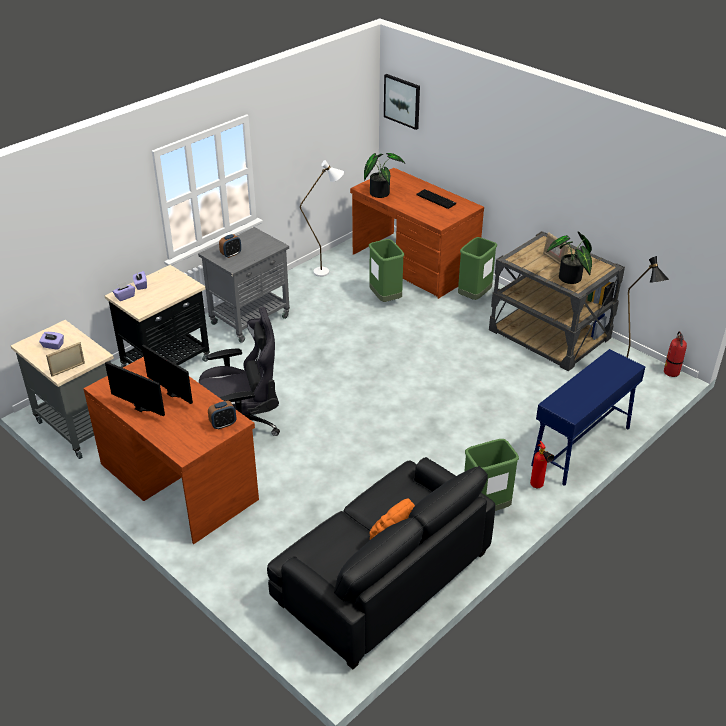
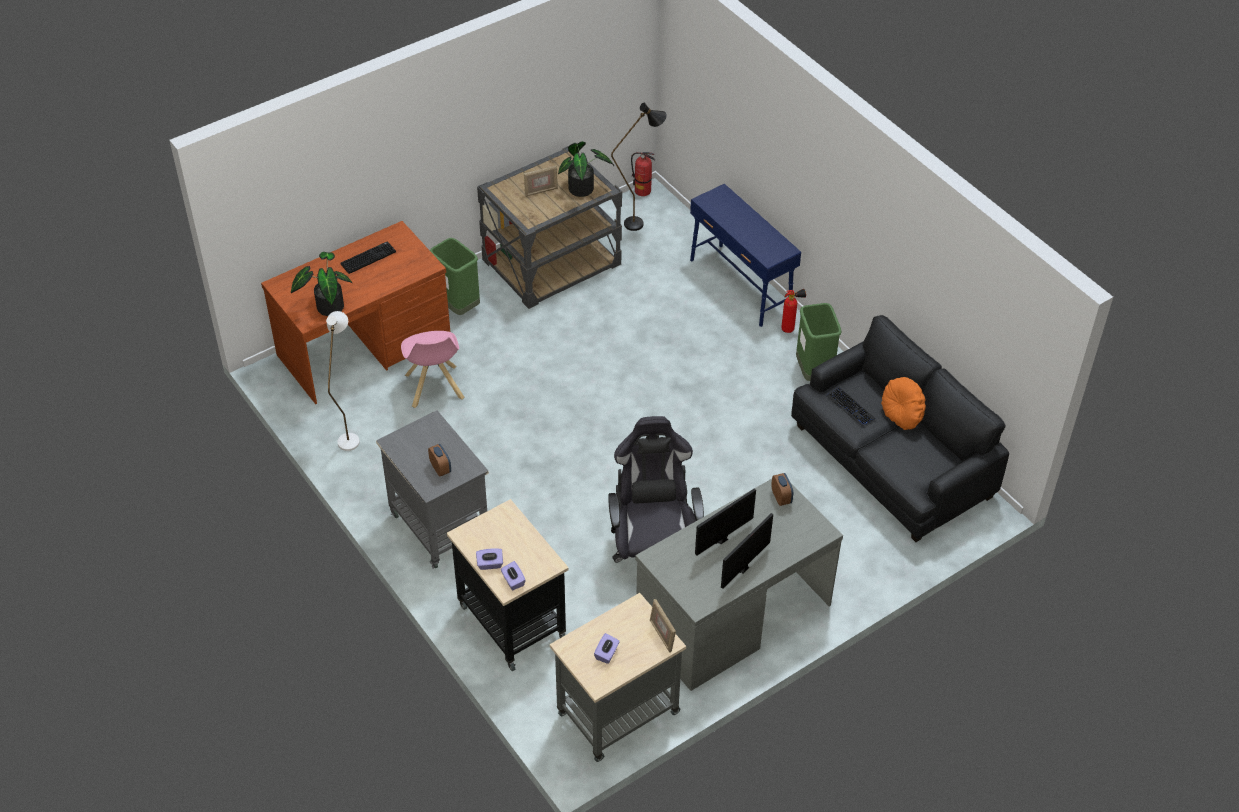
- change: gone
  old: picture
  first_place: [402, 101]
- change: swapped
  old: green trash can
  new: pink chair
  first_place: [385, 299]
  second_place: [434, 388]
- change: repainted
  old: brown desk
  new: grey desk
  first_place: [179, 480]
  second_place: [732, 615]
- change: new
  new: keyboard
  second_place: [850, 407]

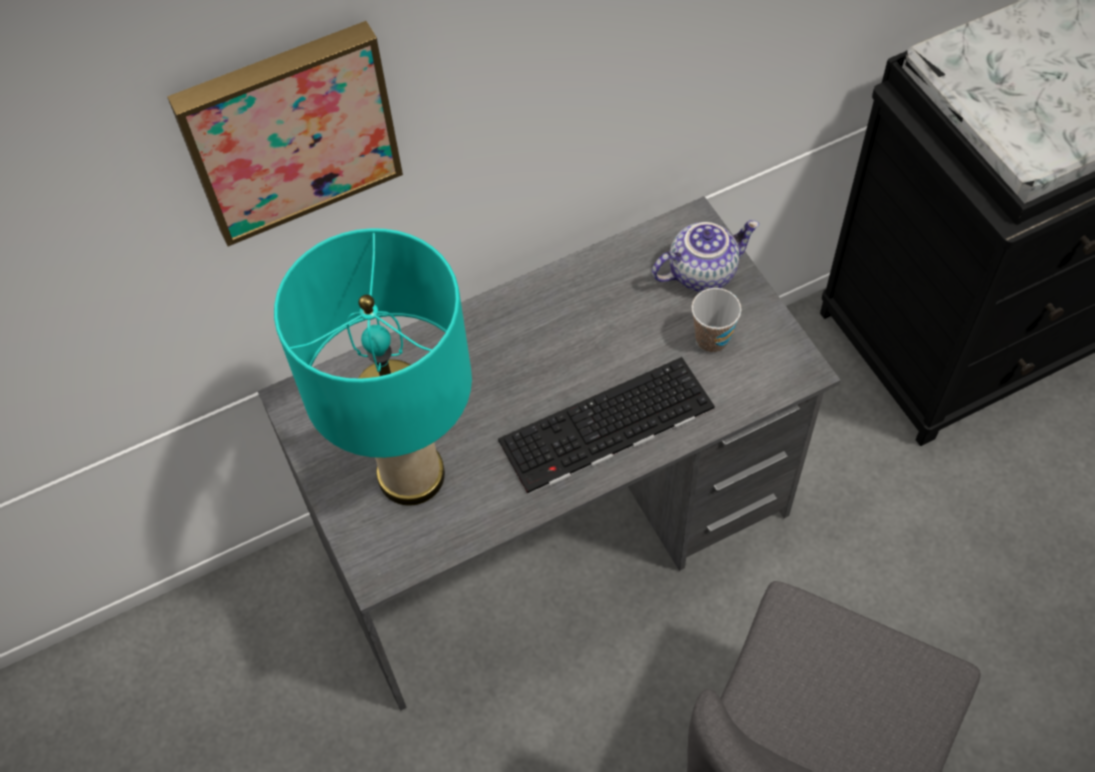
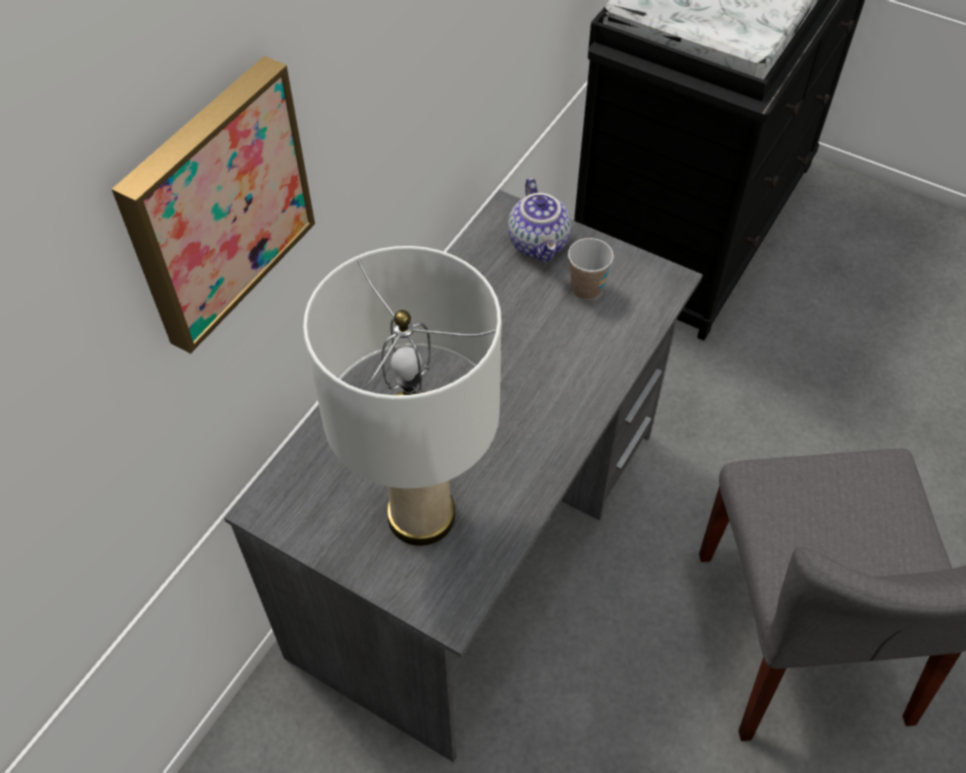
- change: rotated
  old: teapot
  first_place: [702, 271]
  second_place: [540, 243]
  degrees: 135
- change: repainted
  old: turquoise table lamp
  new: white table lamp
  first_place: [412, 474]
  second_place: [421, 514]
- change: gone
  old: keyboard
  first_place: [606, 428]

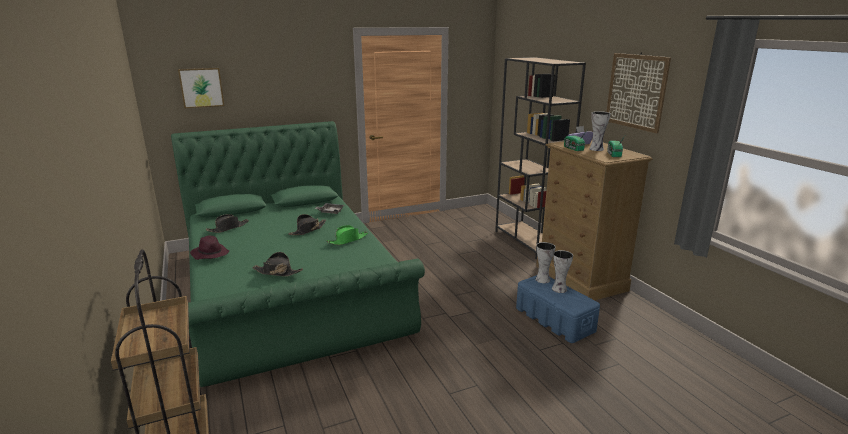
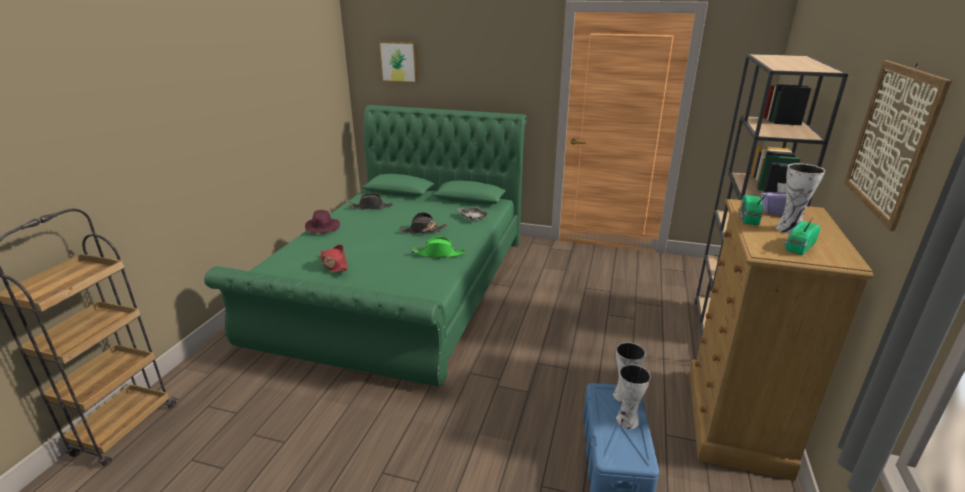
- change: repainted
  old: black hat
  new: red hat
  first_place: [277, 272]
  second_place: [334, 264]

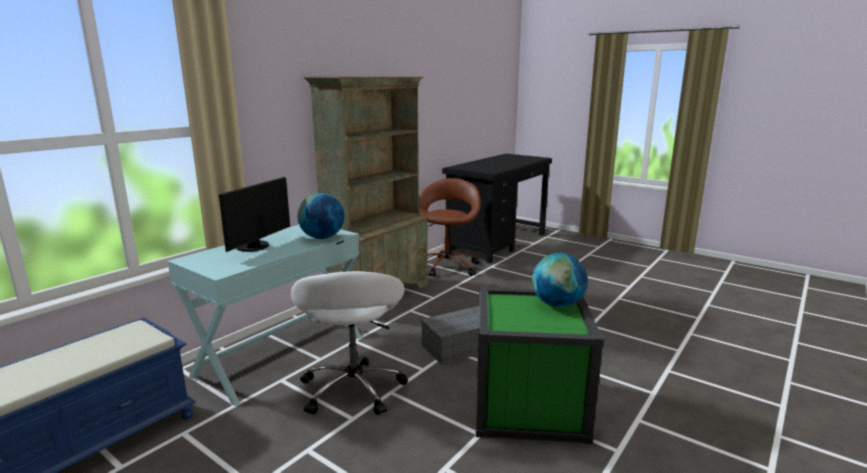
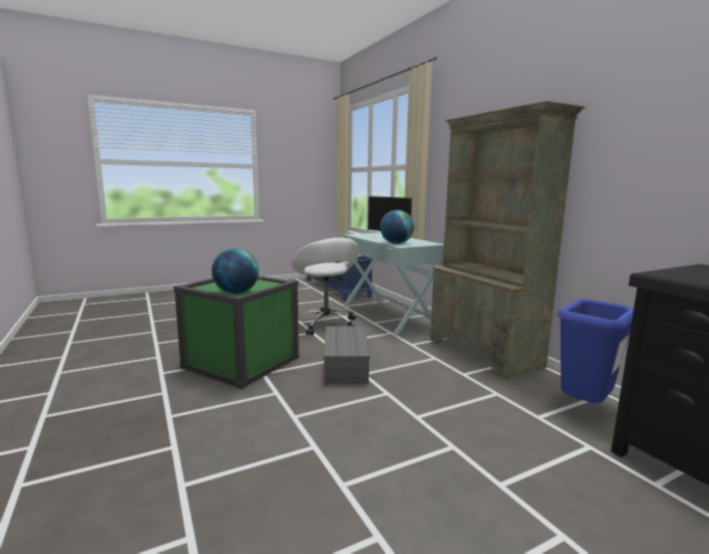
- change: swapped
  old: brown office chair
  new: blue trash can
  first_place: [448, 266]
  second_place: [584, 407]
- change: rotated
  old: white office chair
  first_place: [353, 391]
  second_place: [326, 325]
  degrees: -135

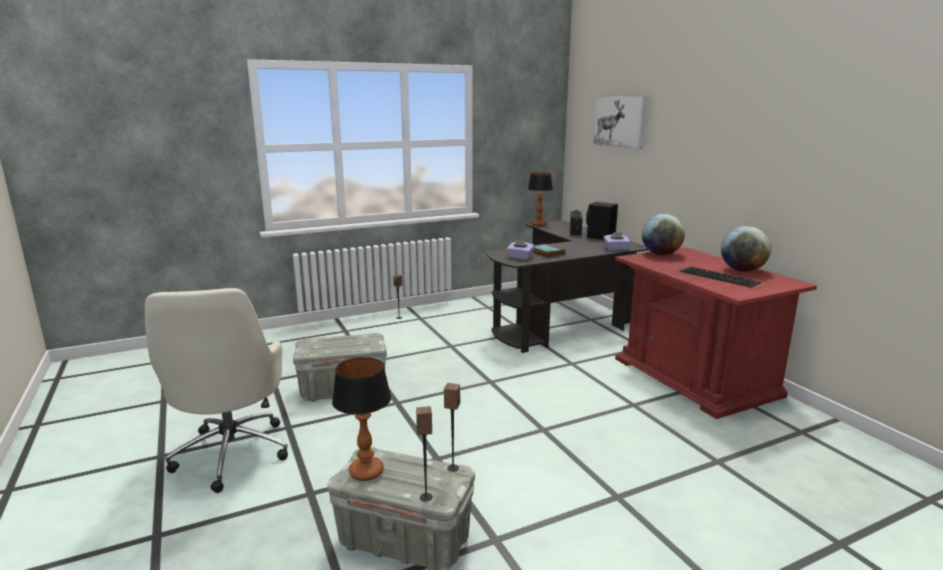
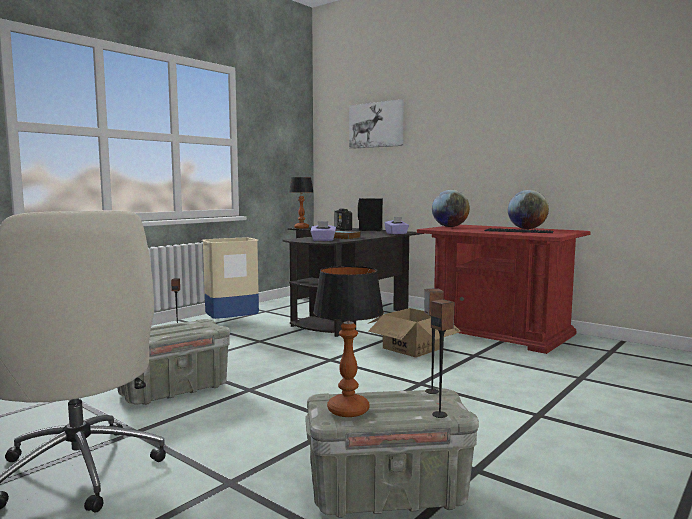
- change: new
  new: beige trash can
  second_place: [232, 324]
- change: new
  new: cardboard box
  second_place: [412, 348]

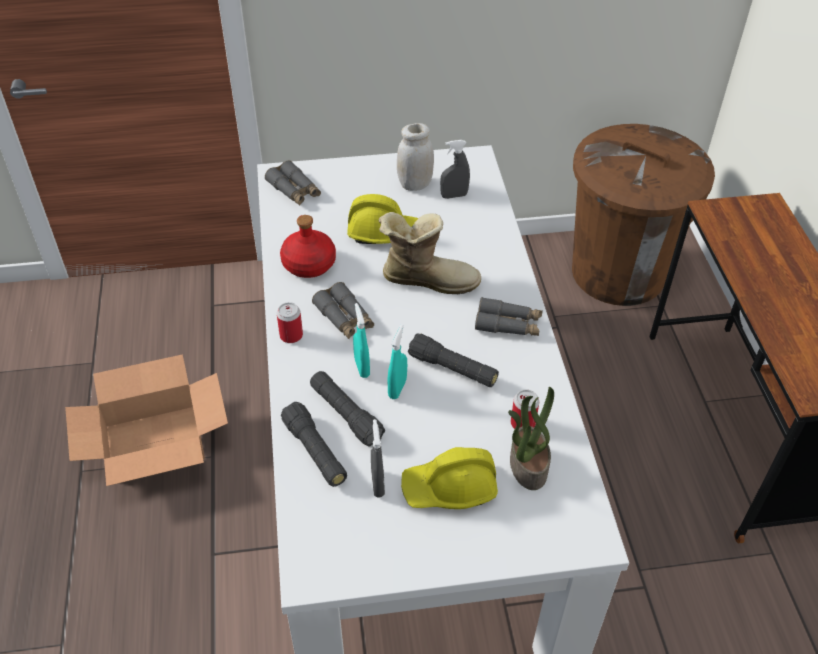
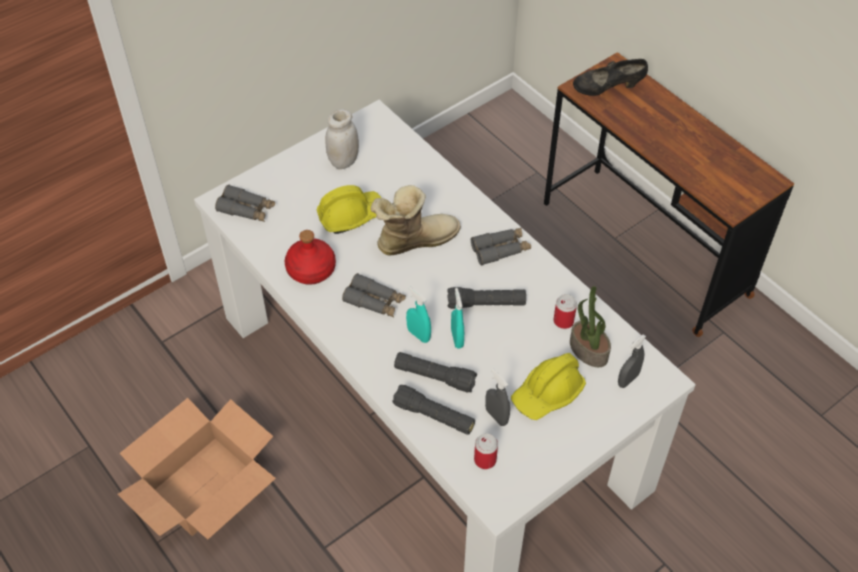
- change: gone
  old: brown trash can
  first_place: [618, 272]
- change: shifted
  old: grey spray bottle
  first_place: [454, 195]
  second_place: [628, 379]
- change: shifted
  old: can
  first_place: [291, 335]
  second_place: [485, 460]
- change: new
  new: black shoe
  second_place: [607, 89]

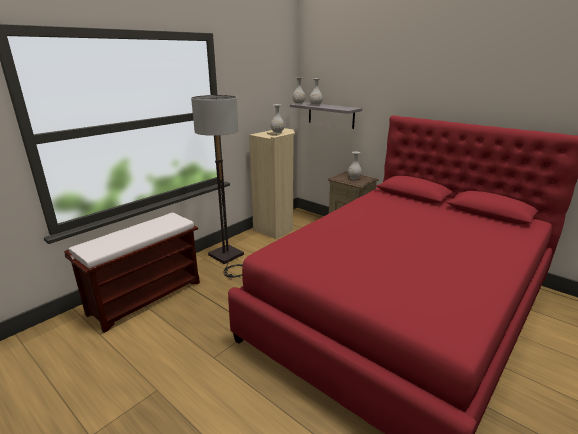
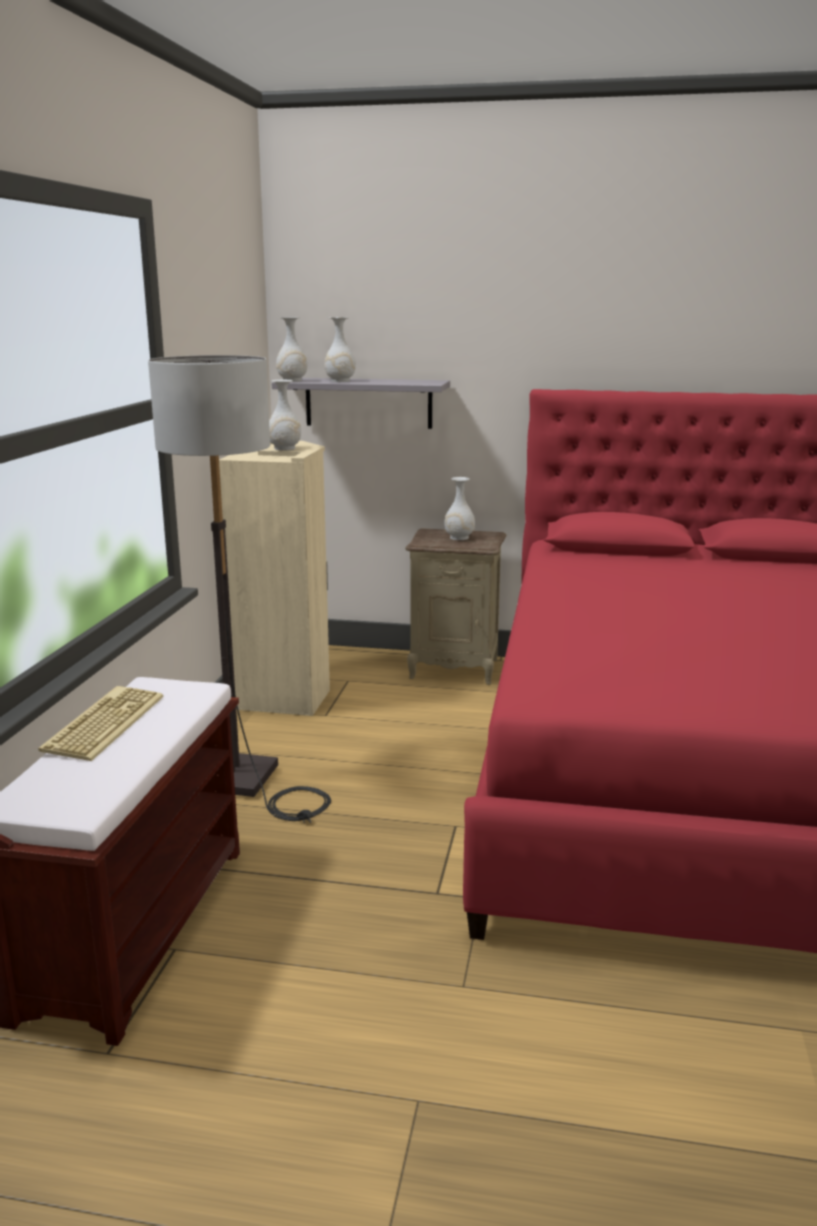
- change: new
  new: keyboard
  second_place: [103, 723]

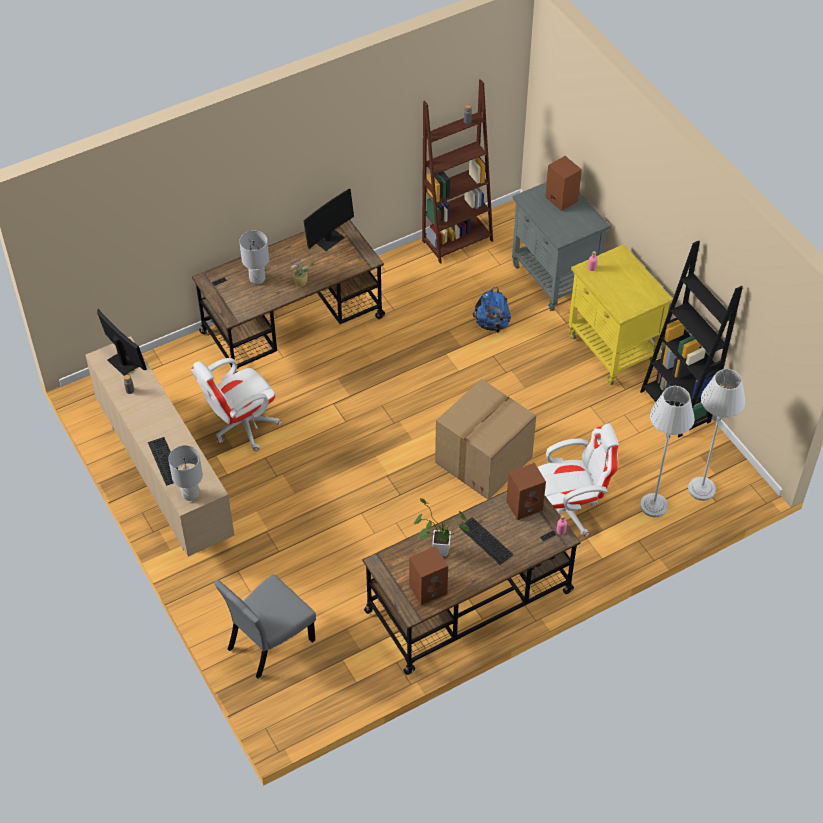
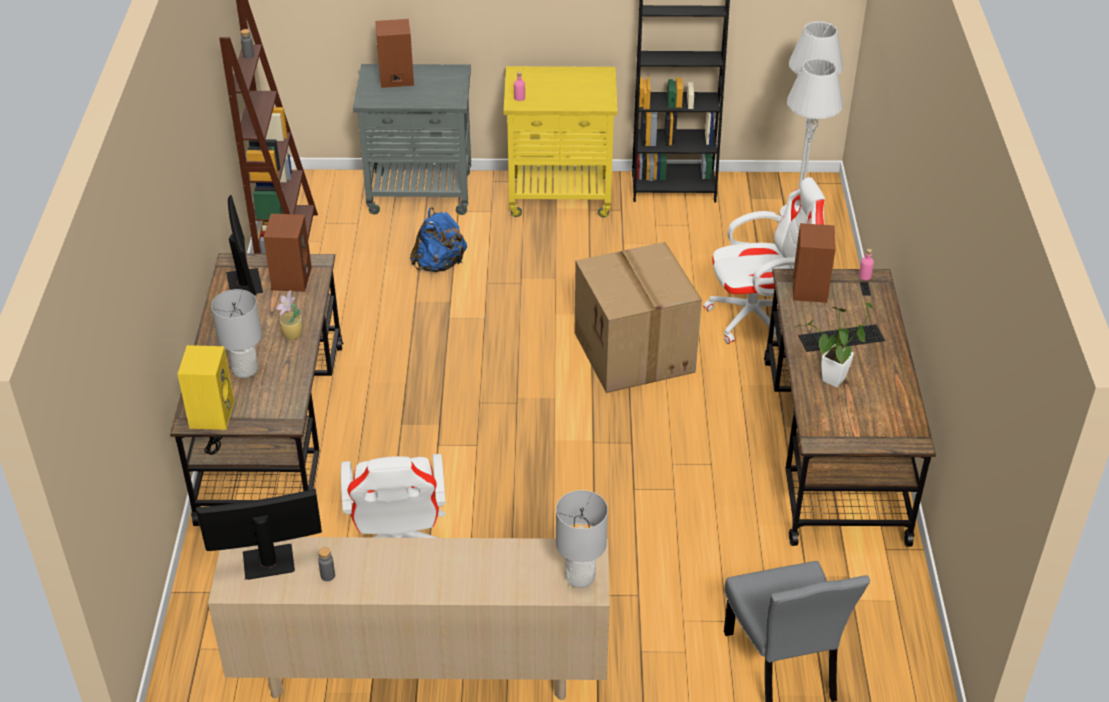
- change: rotated
  old: white office chair
  first_place: [569, 511]
  second_place: [758, 317]
  degrees: 60
- change: gone
  old: keyboard
  first_place: [163, 461]
- change: shifted
  old: brown speaker
  first_place: [428, 589]
  second_place: [291, 278]
- change: new
  new: yellow speaker
  second_place: [211, 413]

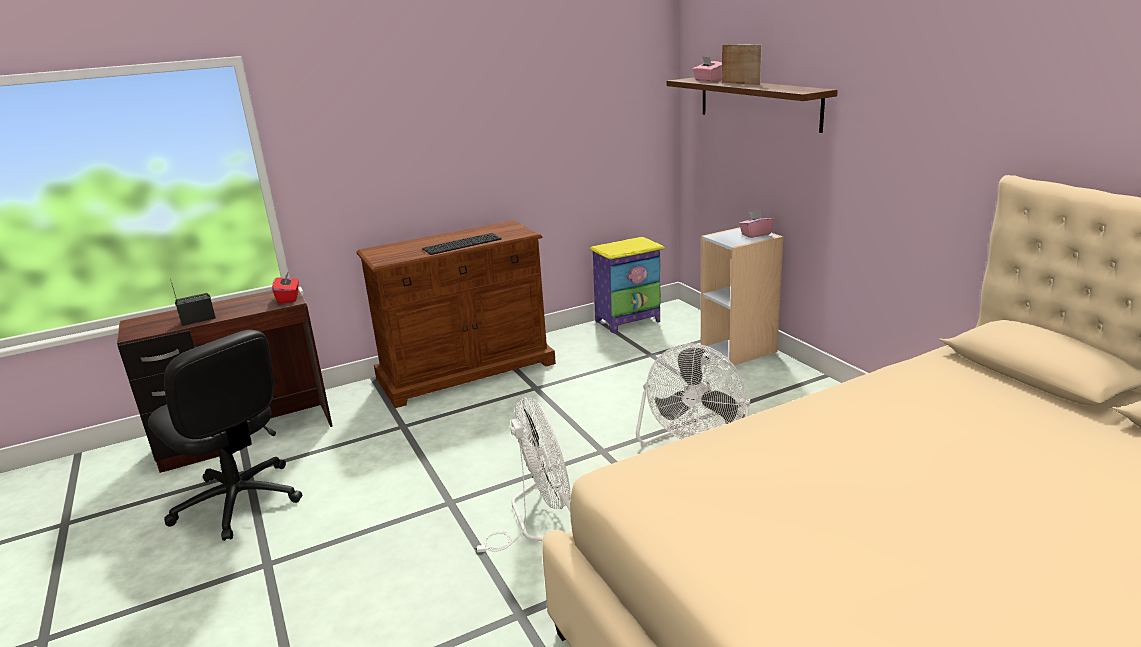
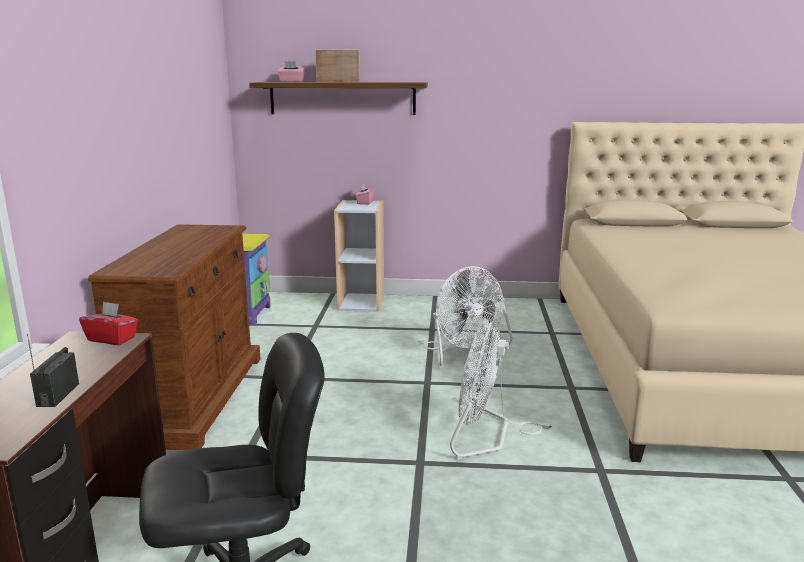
- change: gone
  old: keyboard
  first_place: [462, 243]
- change: rotated
  old: white fan
  first_place: [536, 519]
  second_place: [488, 432]
  degrees: -90

